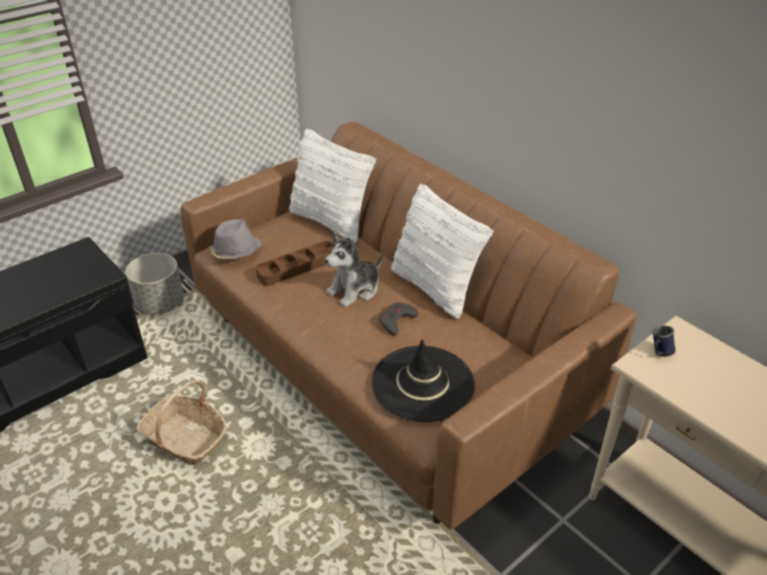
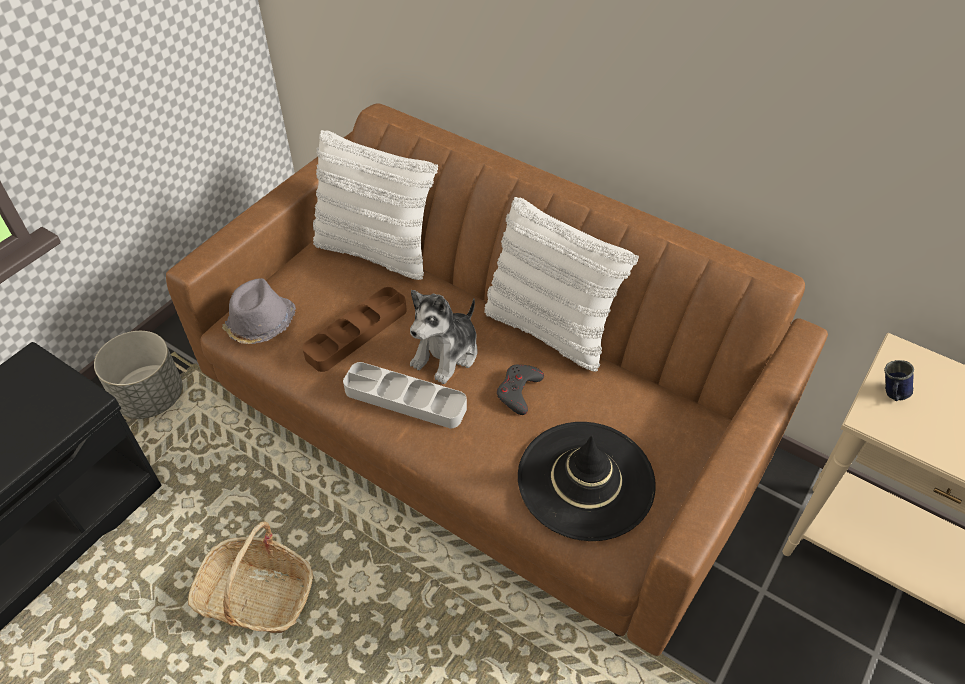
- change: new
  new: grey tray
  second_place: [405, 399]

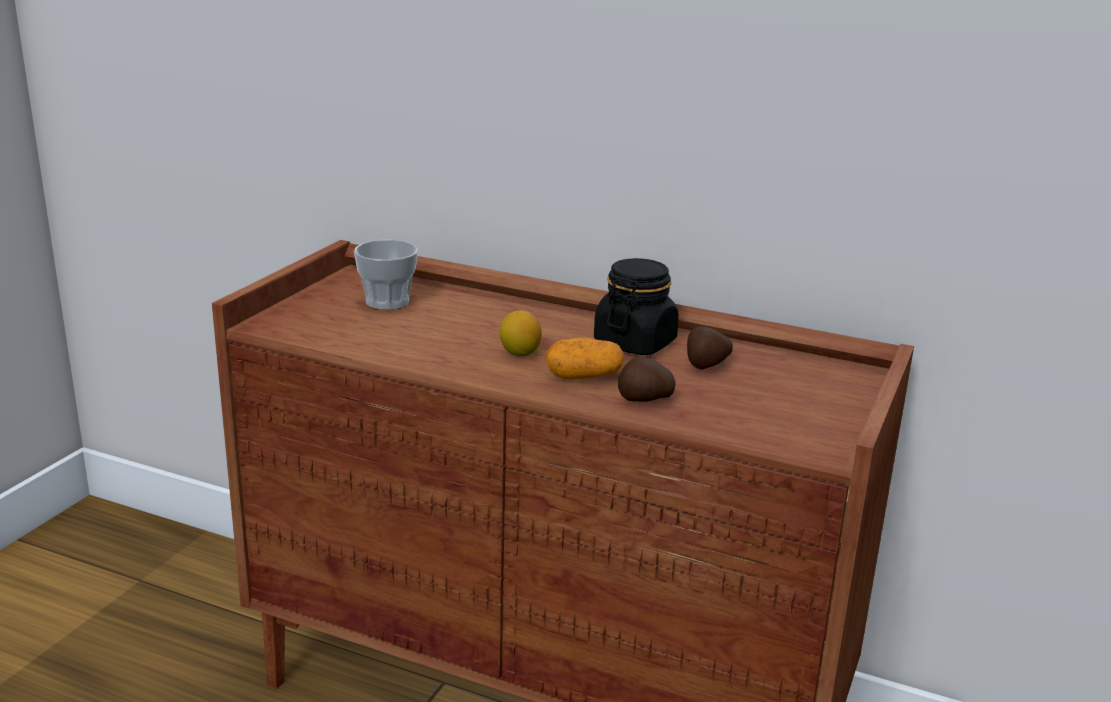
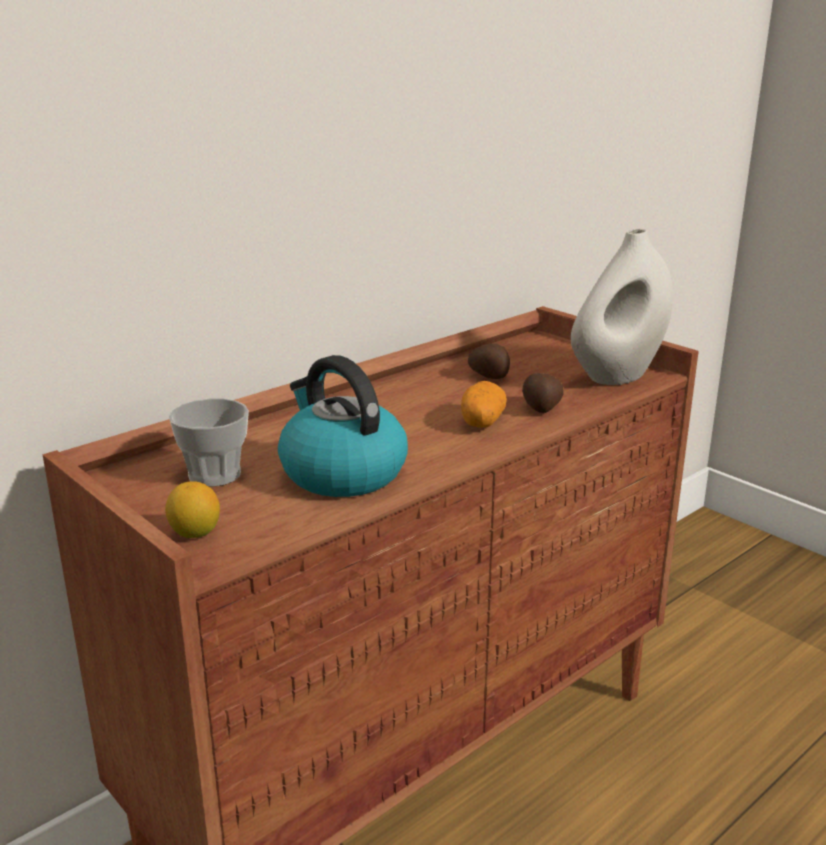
- change: gone
  old: black jar
  first_place: [635, 343]
- change: shifted
  old: lemon
  first_place: [520, 353]
  second_place: [195, 533]
- change: new
  new: white vase
  second_place: [618, 376]
- change: new
  new: kettle
  second_place: [341, 472]

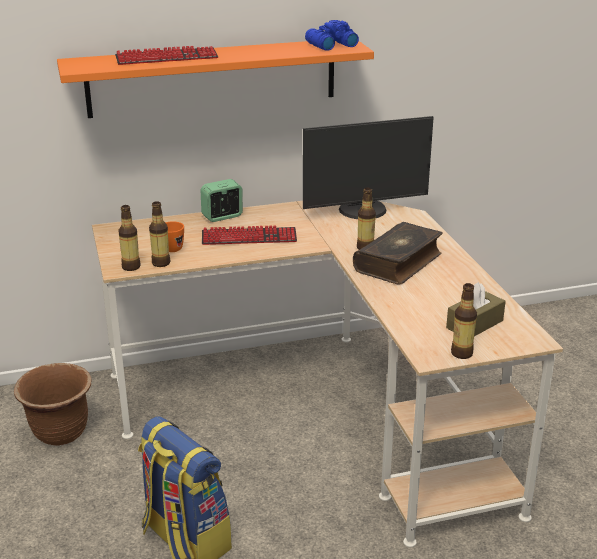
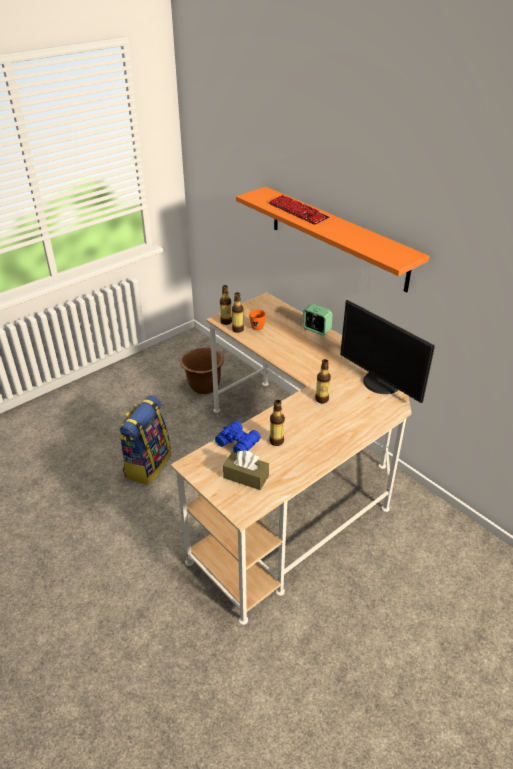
- change: shifted
  old: blue binoculars
  first_place: [330, 45]
  second_place: [237, 442]
- change: gone
  old: book
  first_place: [399, 263]
- change: gone
  old: keyboard
  first_place: [249, 238]
- change: shifted
  old: bottle
  first_place: [461, 353]
  second_place: [276, 441]

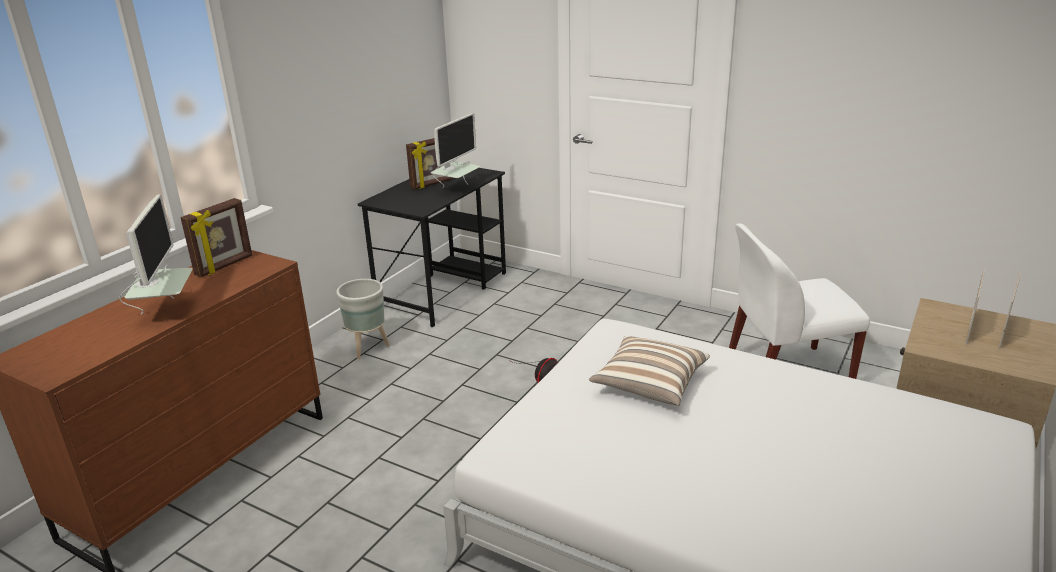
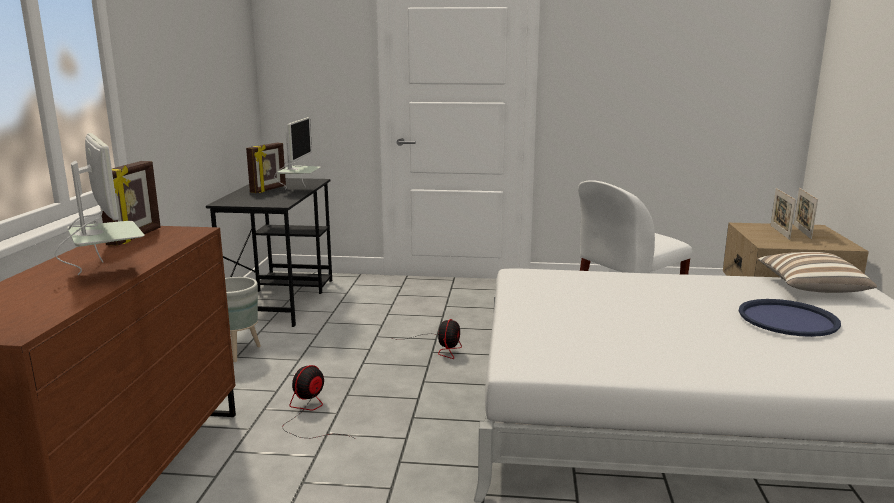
- change: shifted
  old: pillow
  first_place: [649, 384]
  second_place: [810, 288]
- change: new
  new: blue tray
  second_place: [787, 319]
- change: new
  new: fan
  second_place: [310, 413]

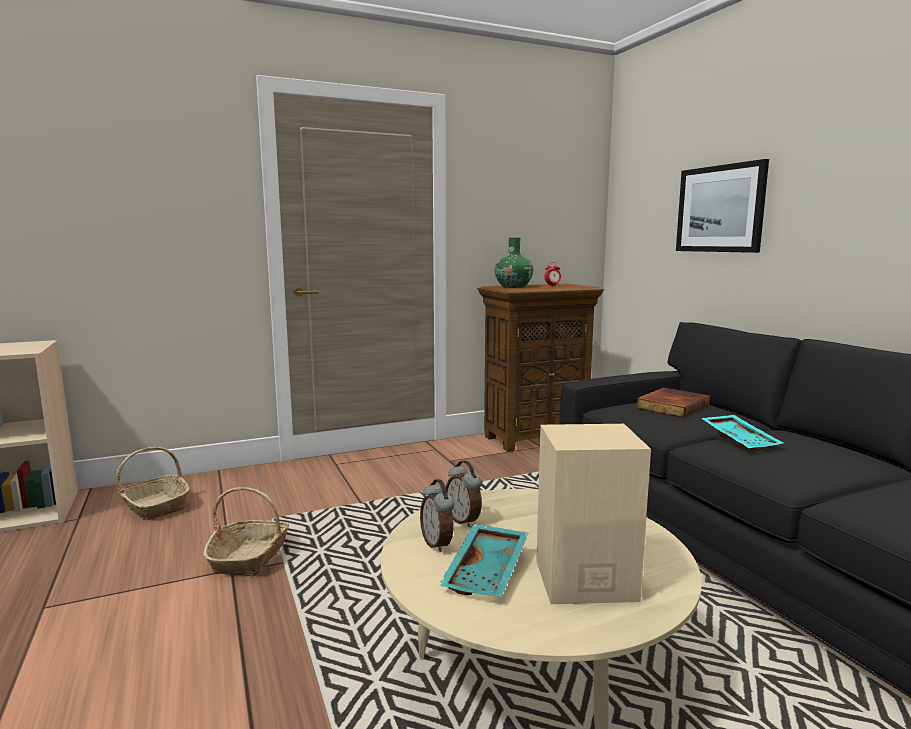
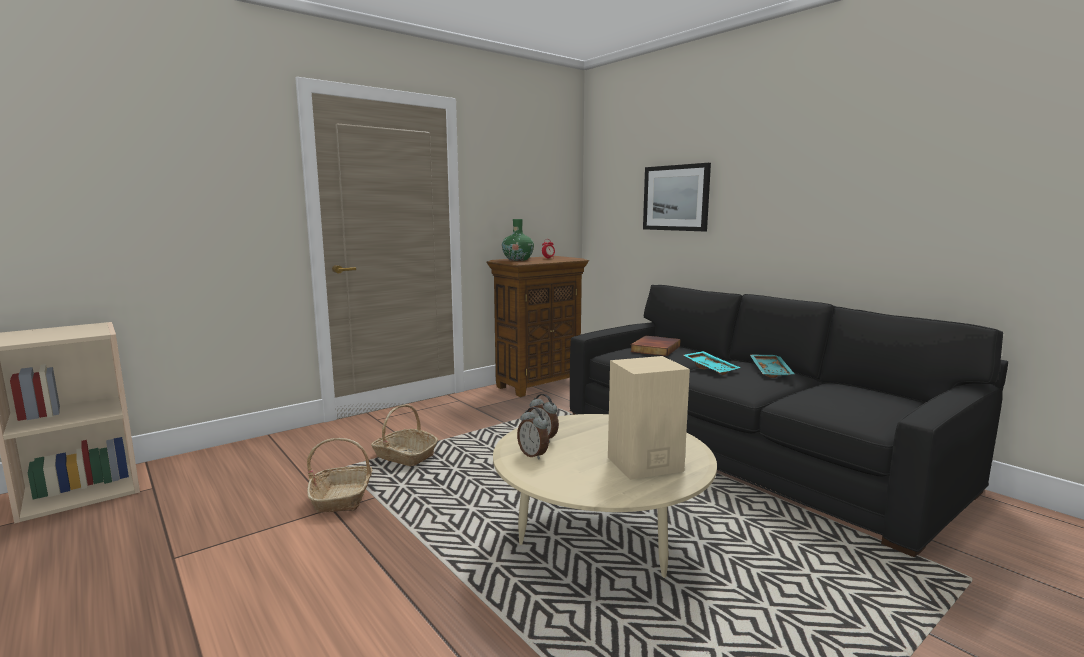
- change: shifted
  old: basket
  first_place: [155, 506]
  second_place: [404, 456]
- change: shifted
  old: turquoise tray
  first_place: [488, 572]
  second_place: [771, 371]

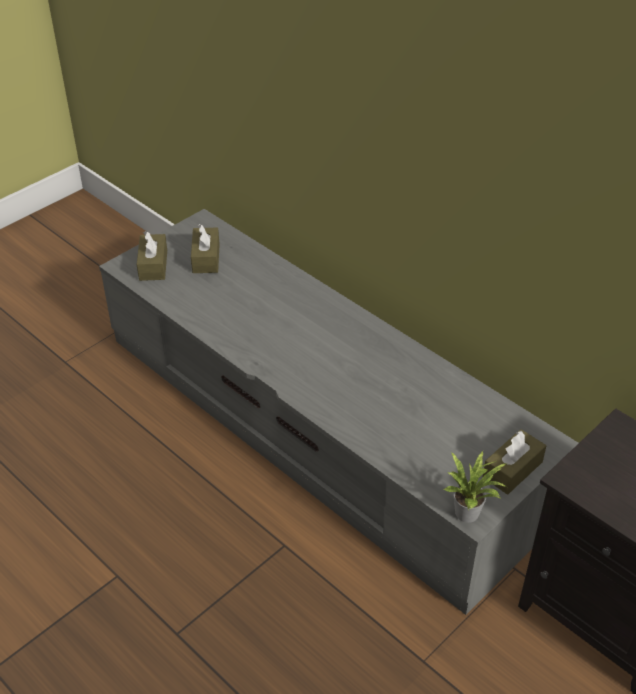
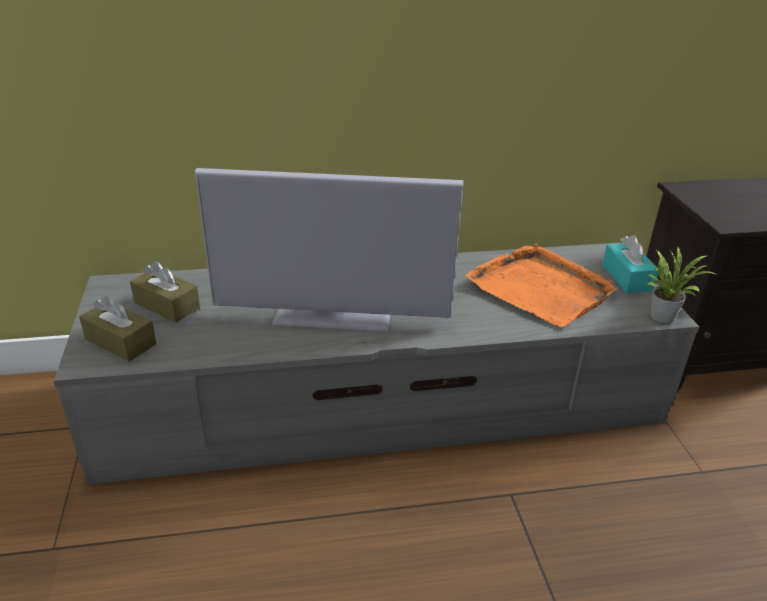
- change: repainted
  old: brown tissue box
  new: turquoise tissue box
  first_place: [512, 469]
  second_place: [627, 277]
- change: new
  new: television
  second_place: [332, 316]
- change: new
  new: orange tray
  second_place: [541, 289]

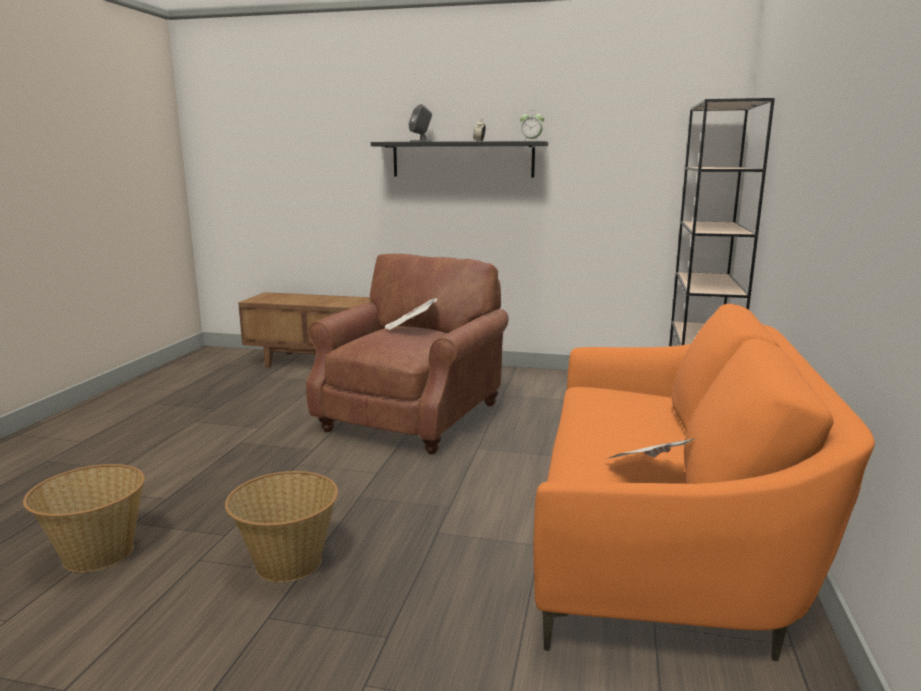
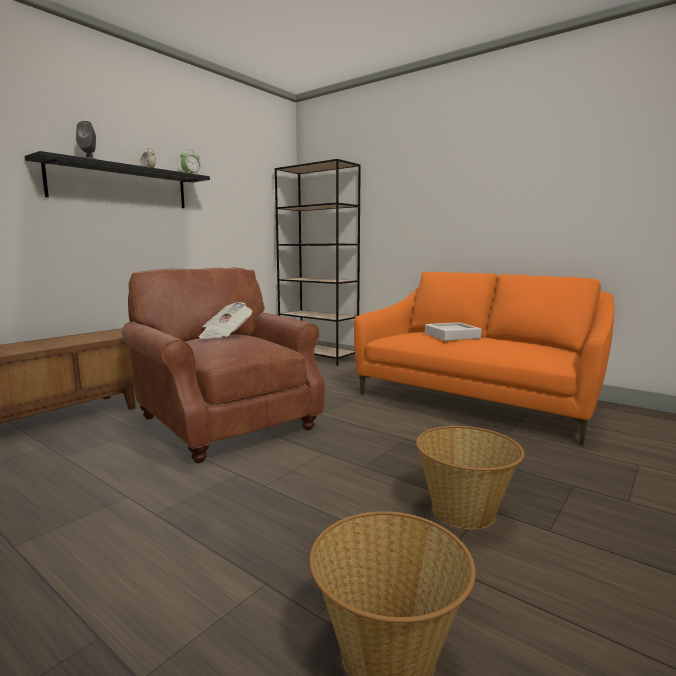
- change: gone
  old: newspaper
  first_place: [649, 471]
- change: new
  new: grey tray
  second_place: [452, 336]

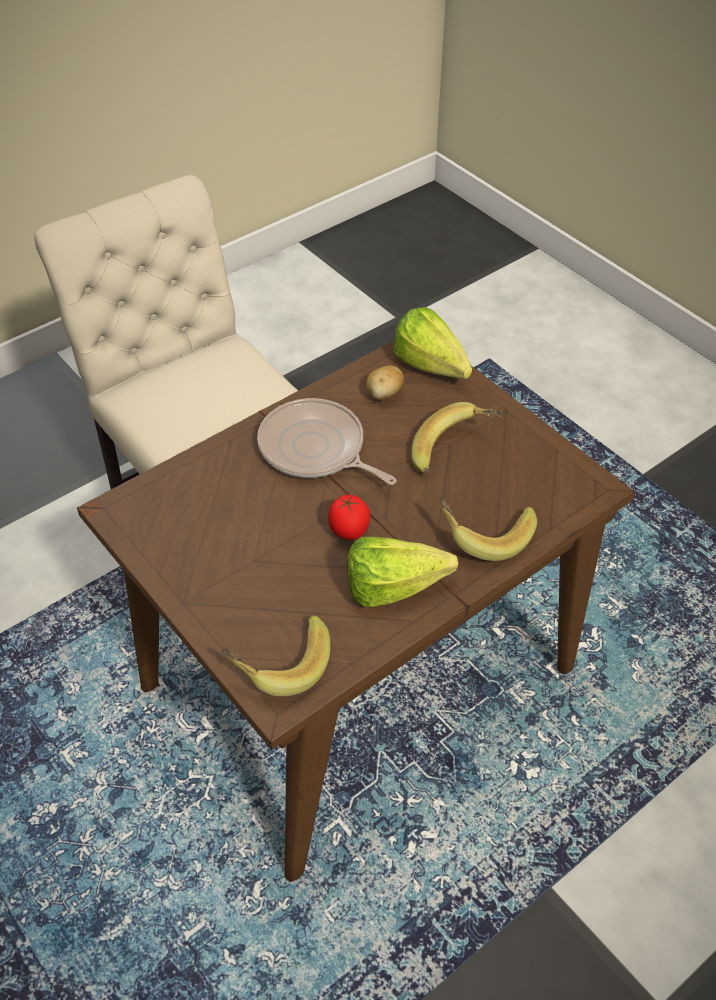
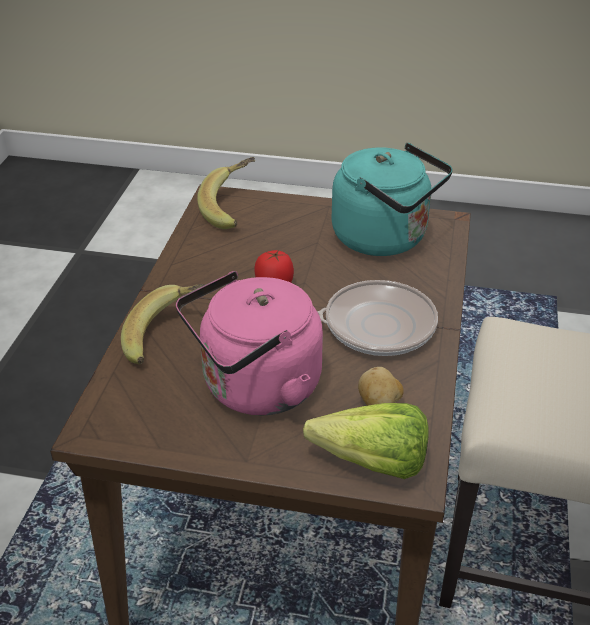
- change: swapped
  old: banana
  new: pink kettle
  first_place: [454, 452]
  second_place: [255, 388]
- change: gone
  old: lettuce
  first_place: [402, 589]
- change: new
  new: turquoise kettle
  second_place: [385, 238]

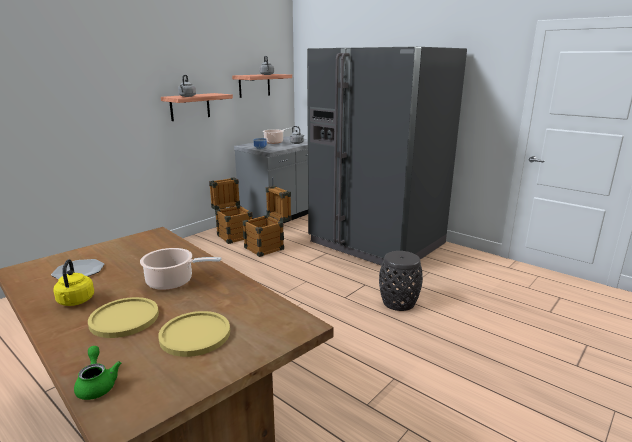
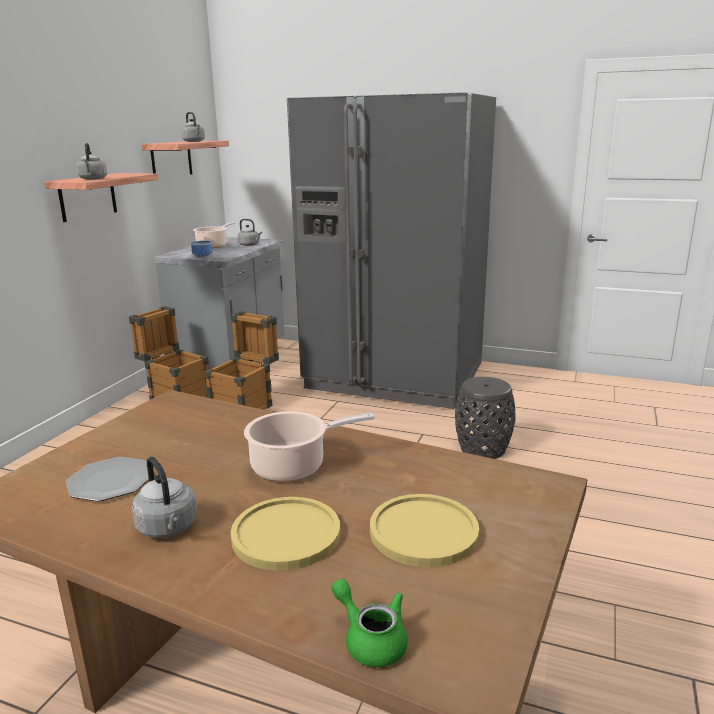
- change: repainted
  old: yellow kettle
  new: grey kettle
  first_place: [75, 301]
  second_place: [168, 528]

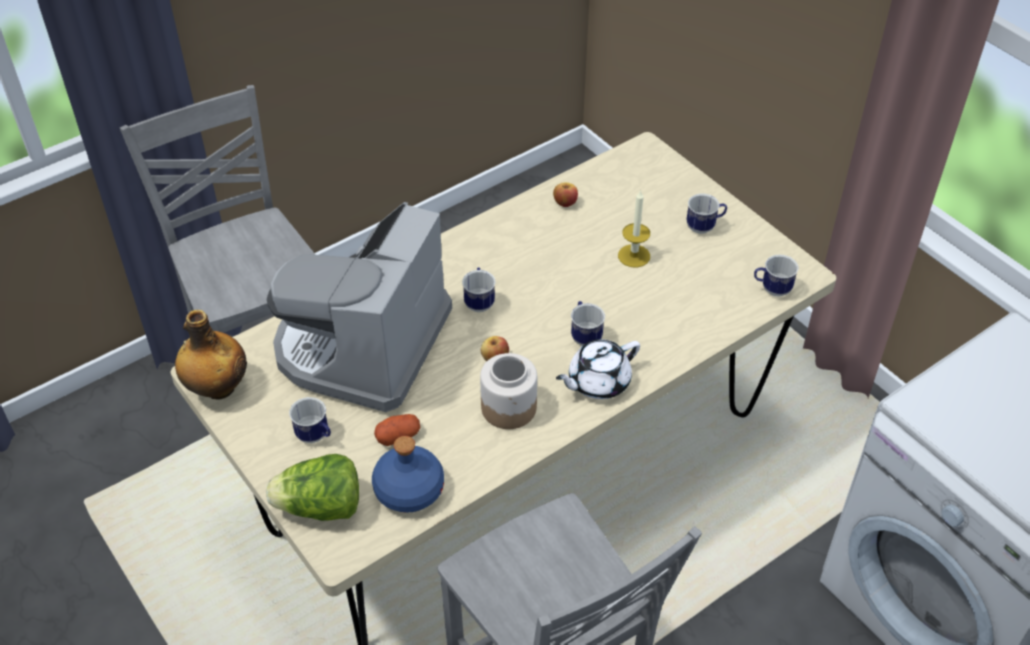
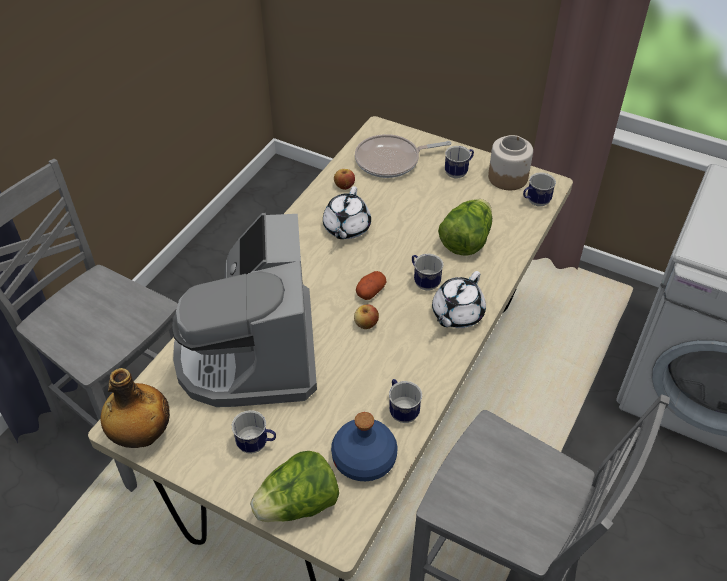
- change: gone
  old: candle
  first_place: [634, 256]
- change: shifted
  old: mug
  first_place: [479, 301]
  second_place: [402, 410]
- change: shifted
  old: jar
  first_place: [509, 407]
  second_place: [508, 177]
- change: shifted
  old: potato
  first_place: [398, 436]
  second_place: [371, 291]
- change: new
  new: frying pan
  second_place: [391, 161]
- change: new
  new: white teapot
  second_place: [346, 228]
- change: new
  new: lettuce
  second_place: [466, 241]

